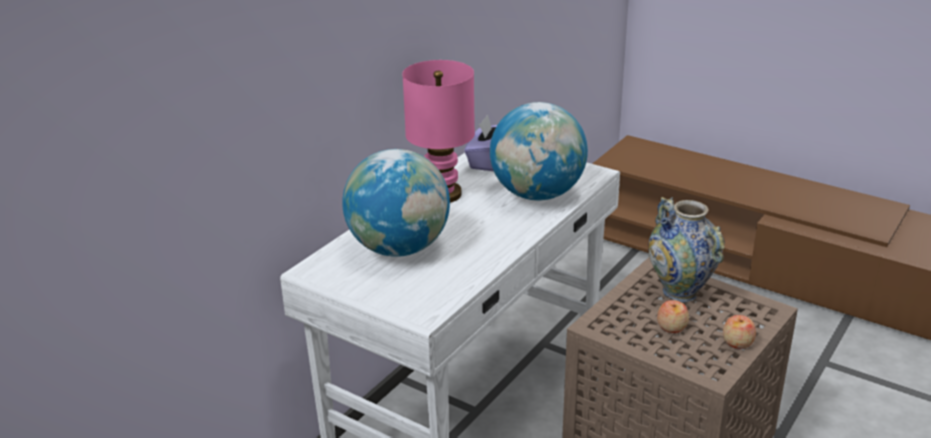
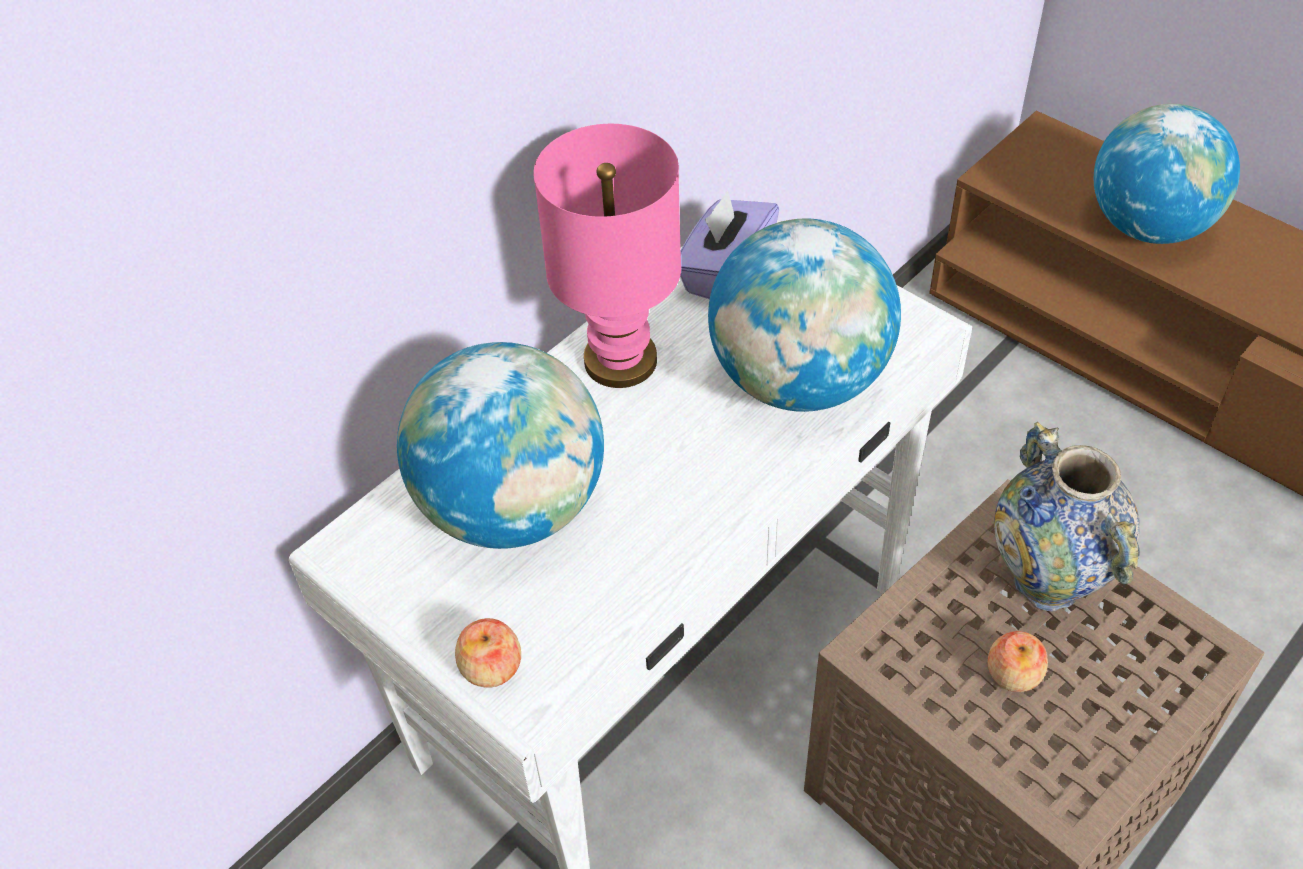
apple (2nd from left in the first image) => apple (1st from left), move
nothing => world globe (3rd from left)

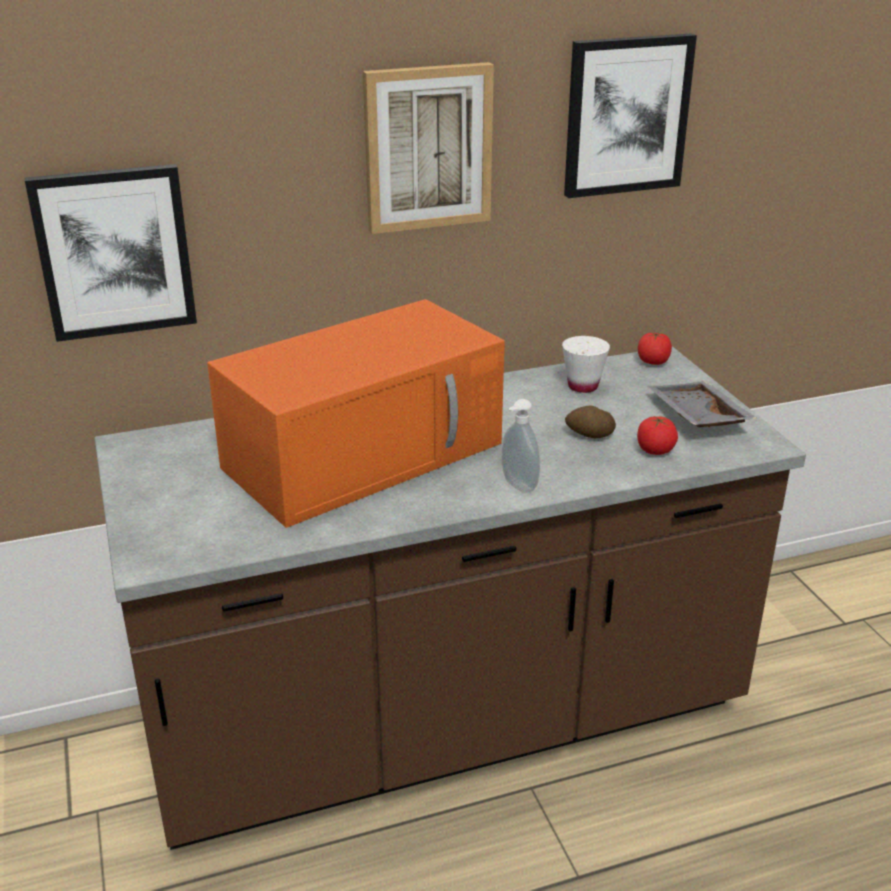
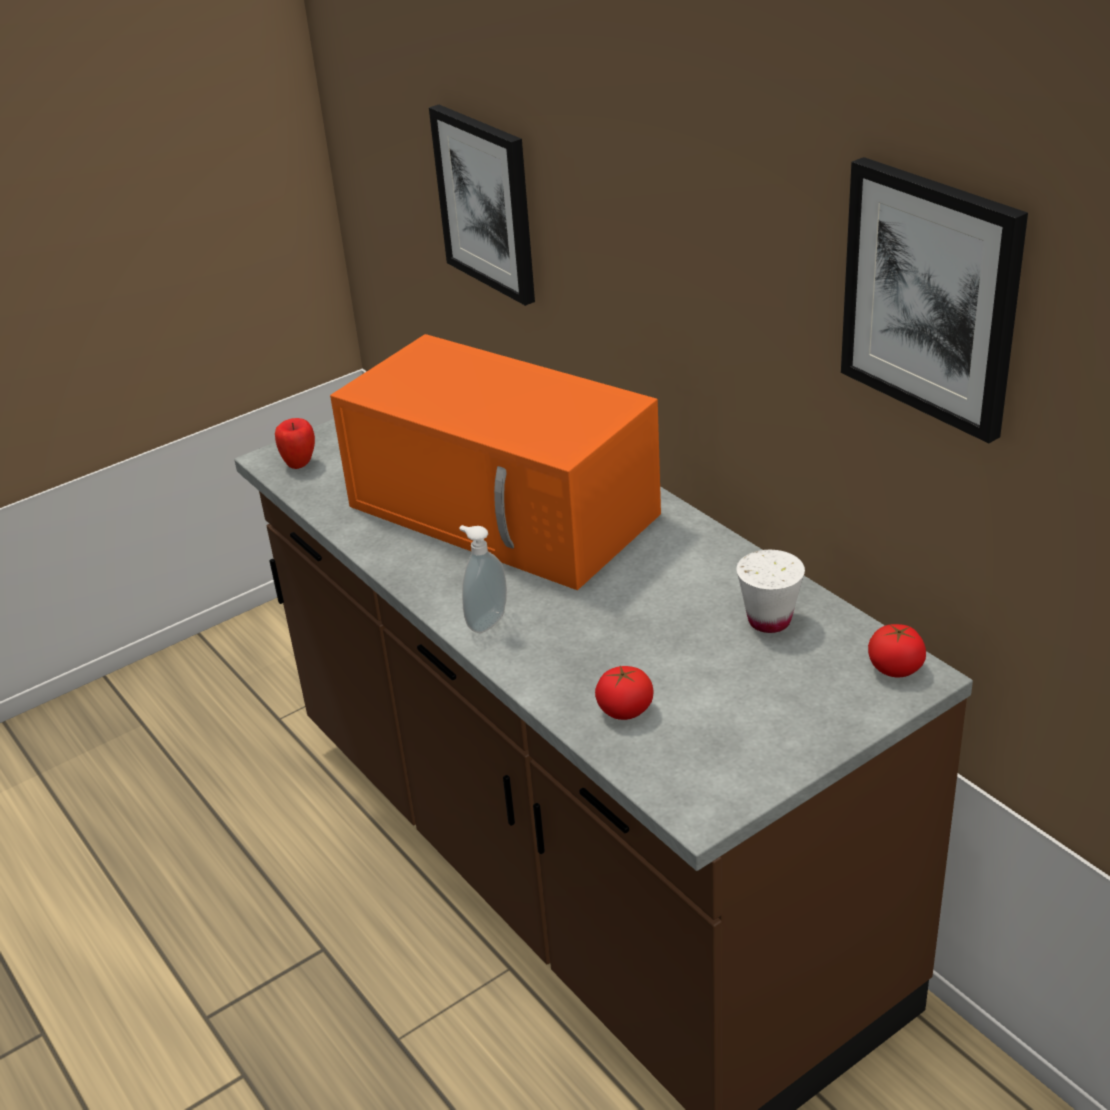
wall art (2nd from left) => nothing
whole potato => nothing
carrying tray in greyish => nothing
nothing => apple

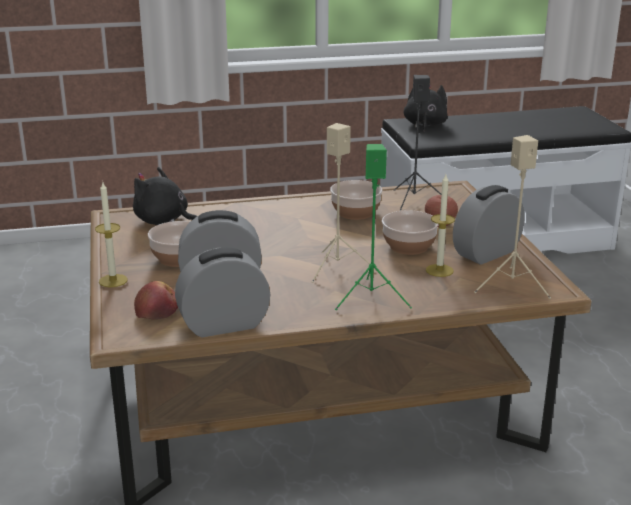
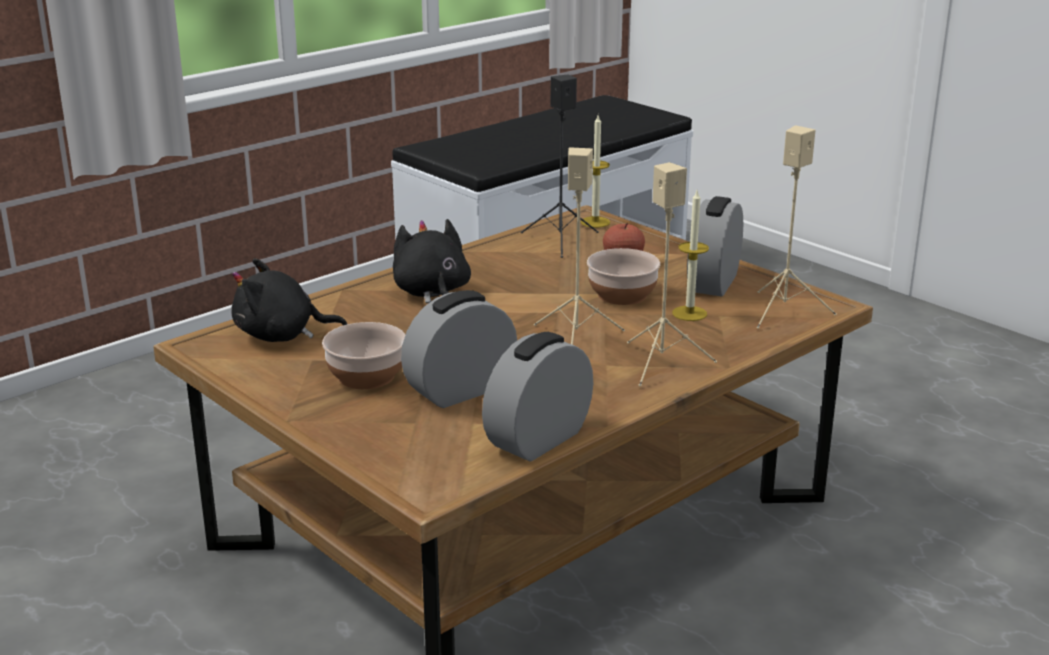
wax candle (1st from left), move
apple (1st from left) => nothing
deep dish (2nd from left) => nothing
loudspeaker in green => loudspeaker in beige (2nd from left)
plush toy in blackish (2nd from left), move

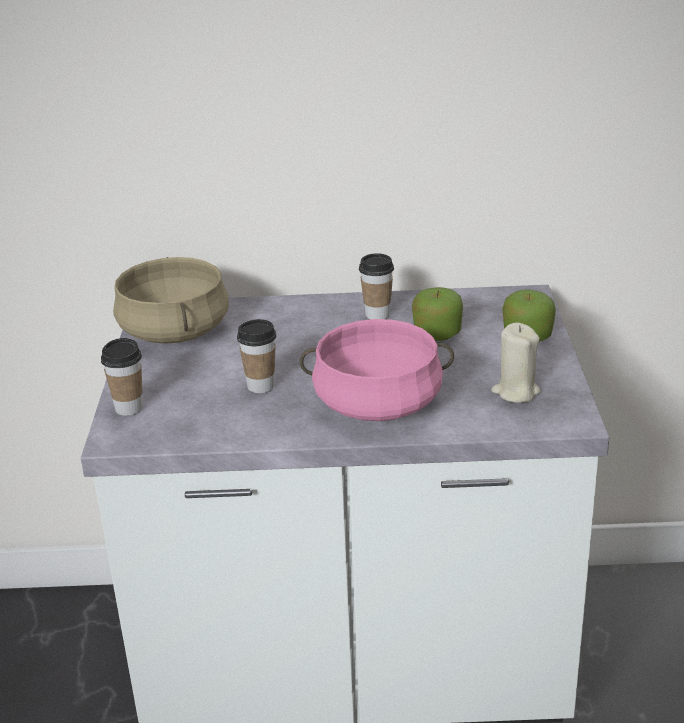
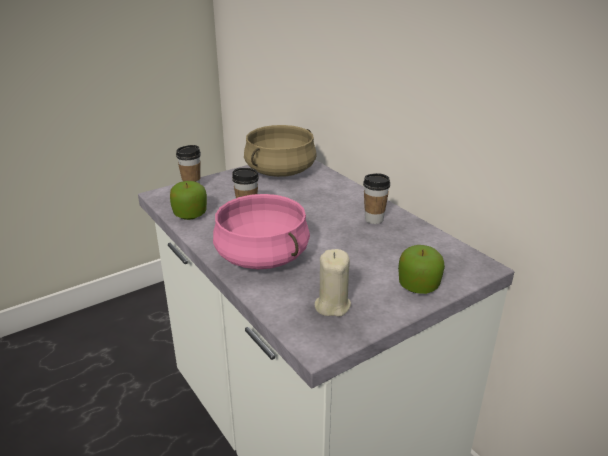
apple (1st from left), move

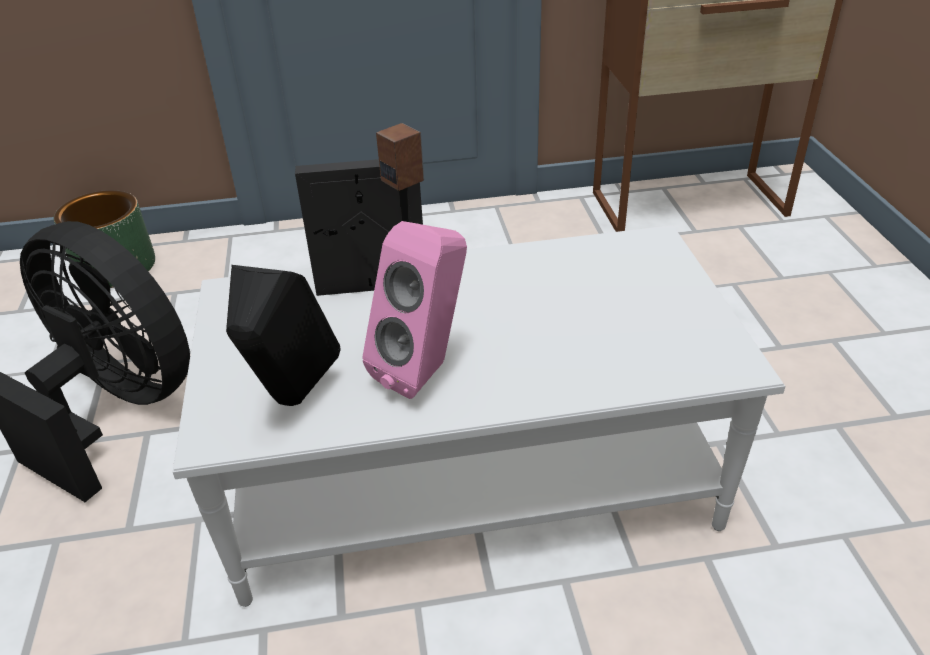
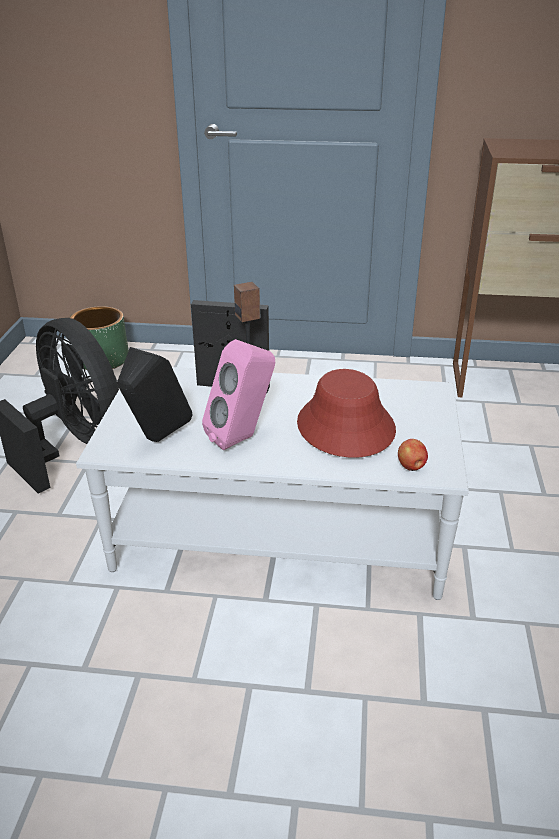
nothing => hat in red-coloured
nothing => apple

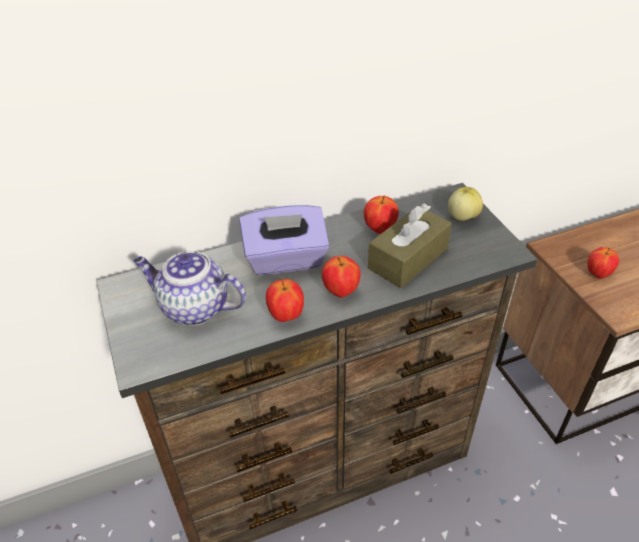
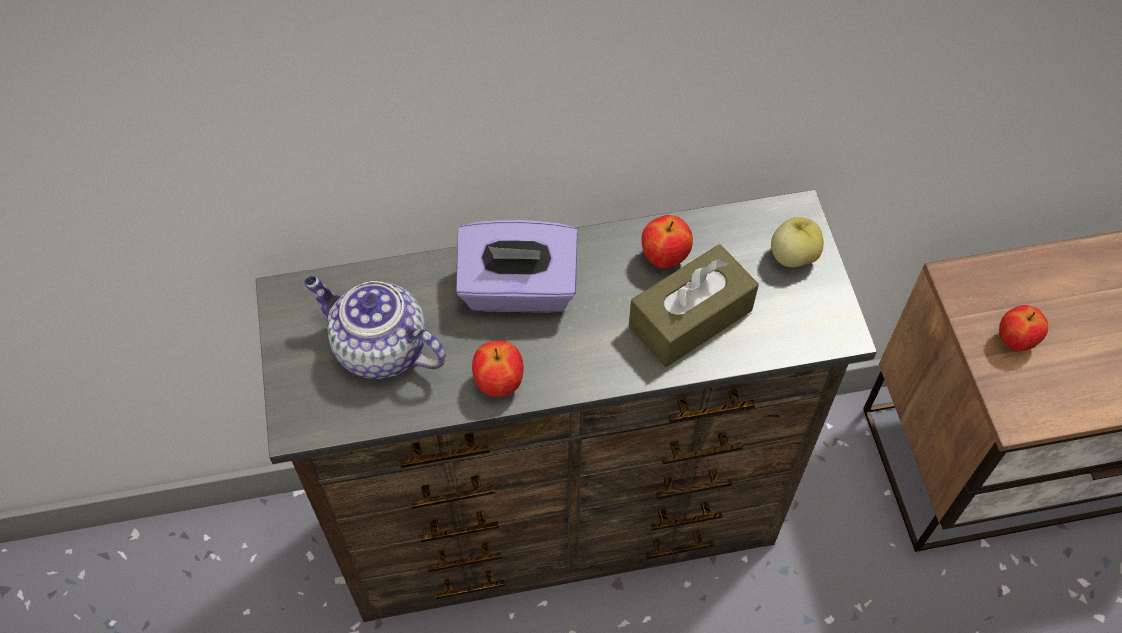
apple (2nd from left) => nothing

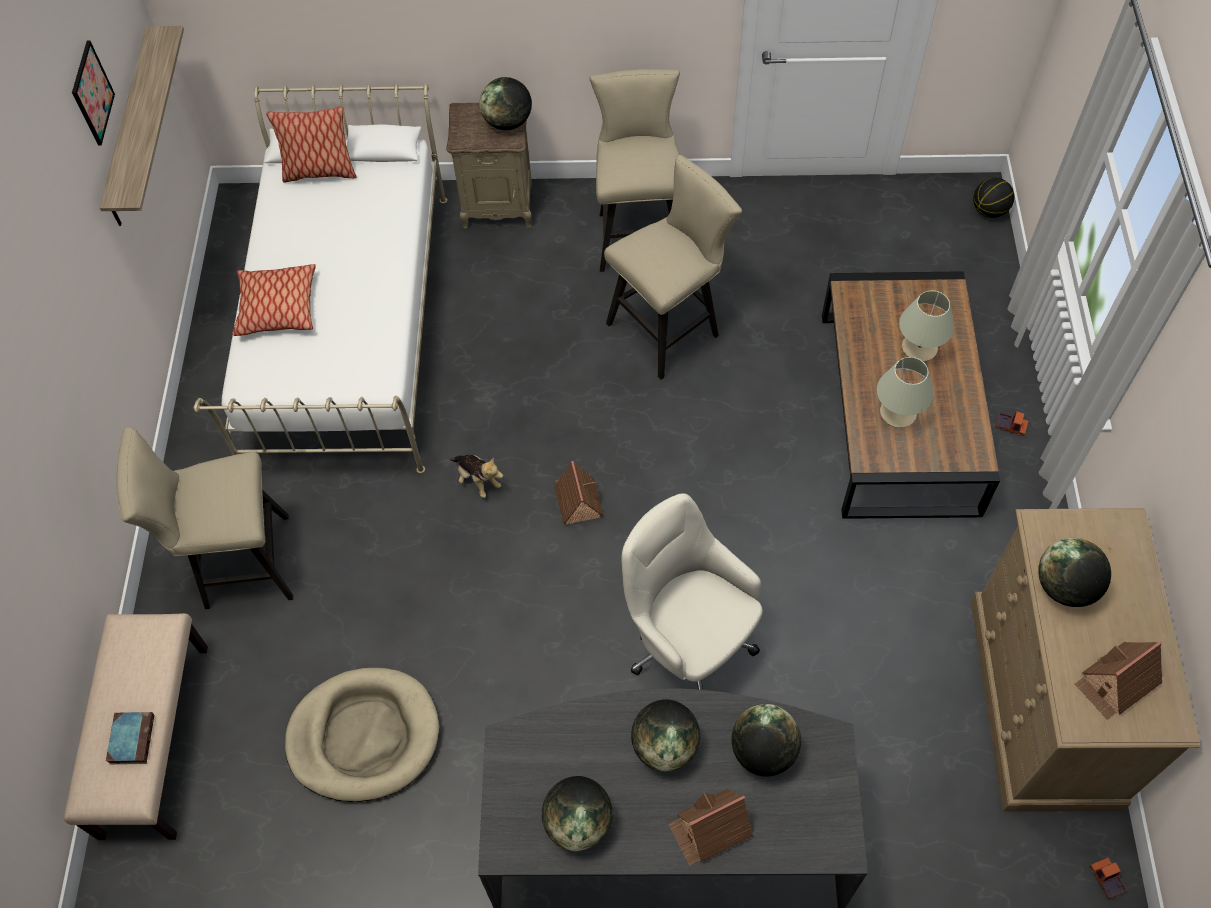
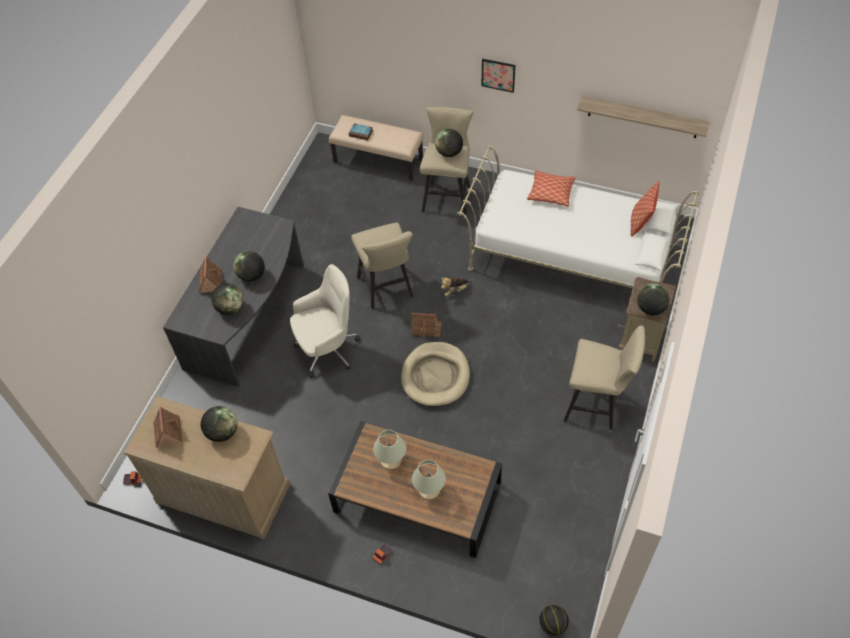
wall art, move
dog bed in beige, move
world globe (2nd from left in the first image) => world globe (4th from left), move
stool in beige (3rd from left in the first image) => stool in beige (1st from left), move

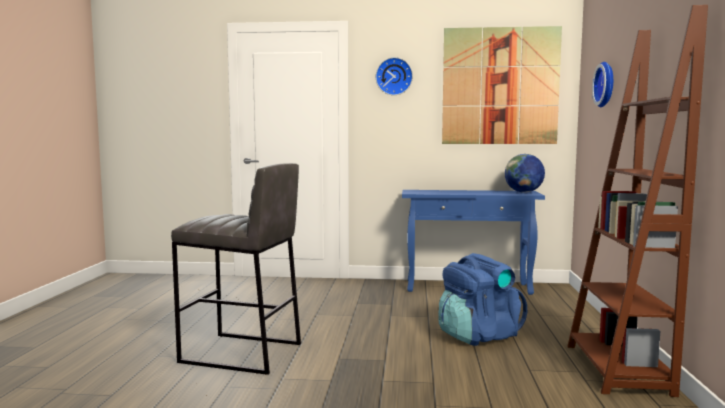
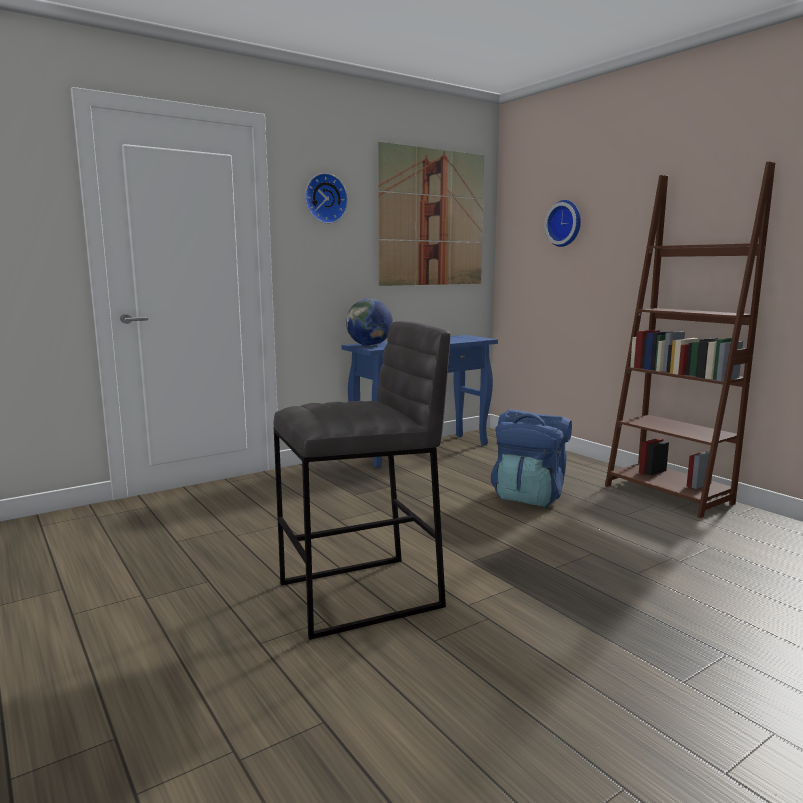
world globe, move

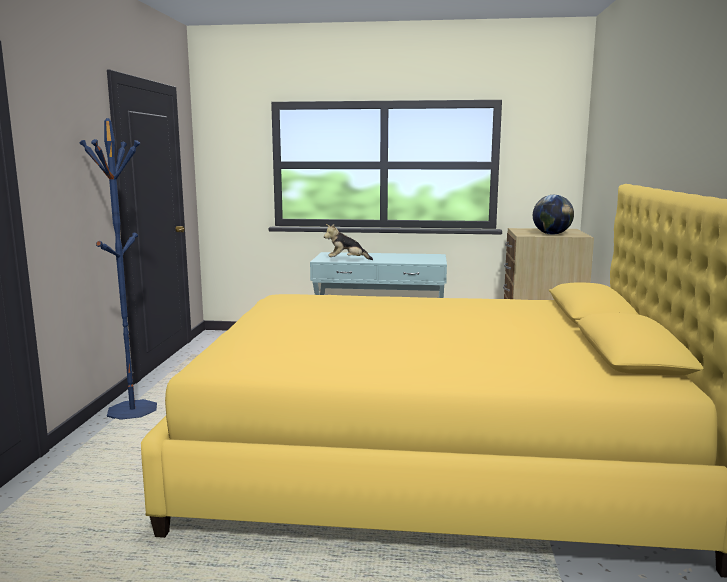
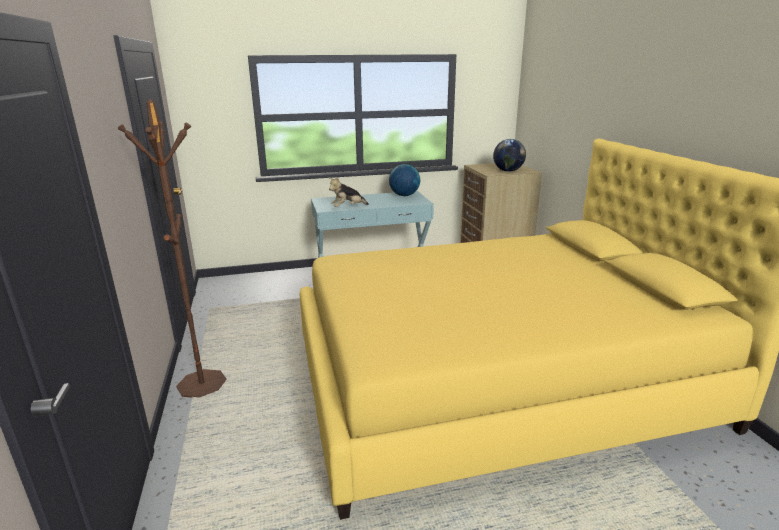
clothes rack in blue-coloured => clothes rack in brownish
nothing => world globe (1st from left)

